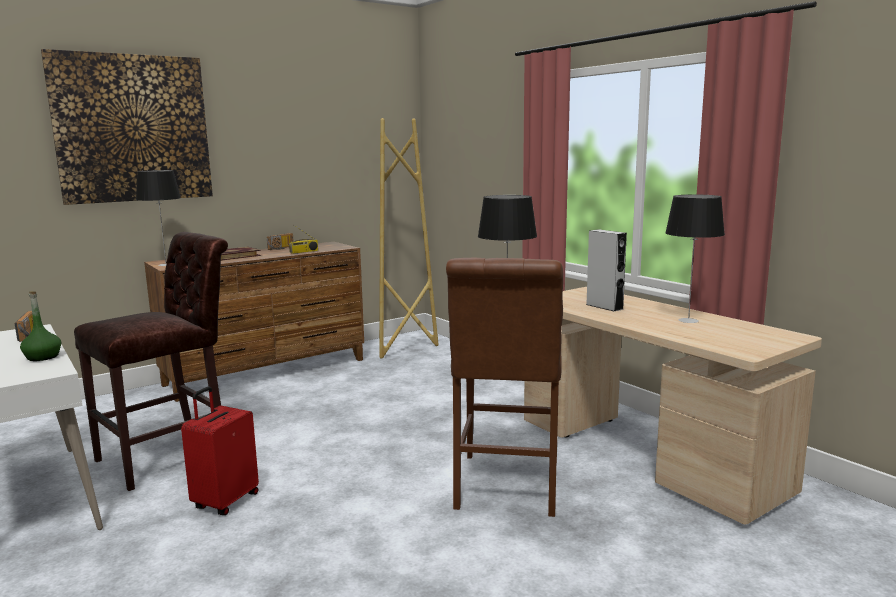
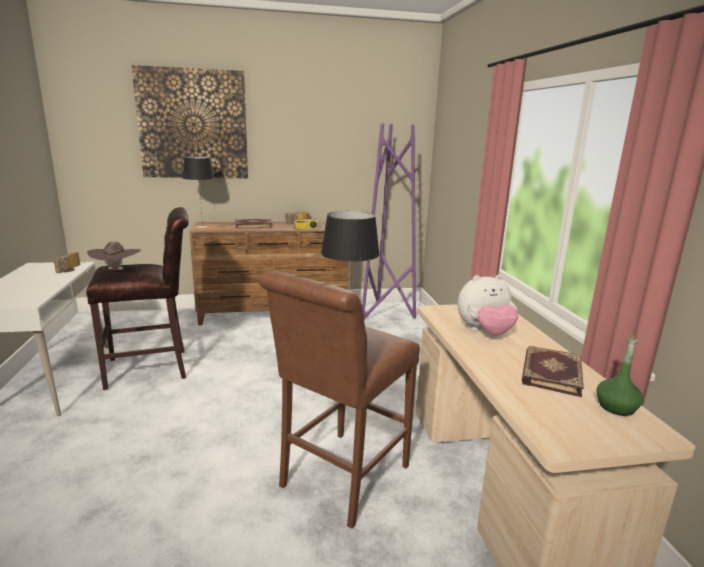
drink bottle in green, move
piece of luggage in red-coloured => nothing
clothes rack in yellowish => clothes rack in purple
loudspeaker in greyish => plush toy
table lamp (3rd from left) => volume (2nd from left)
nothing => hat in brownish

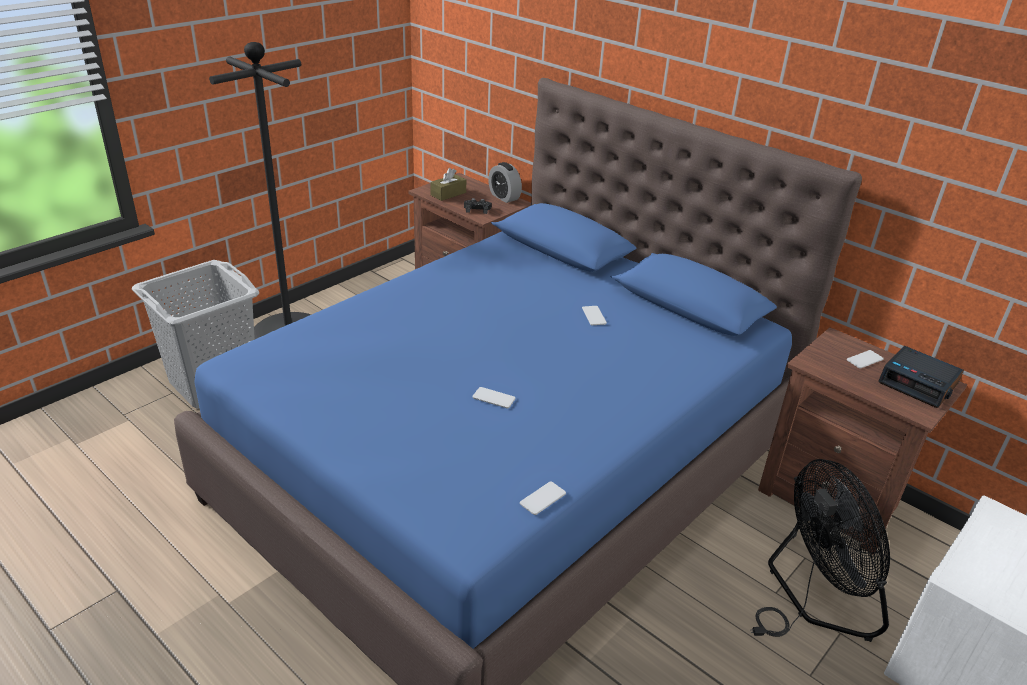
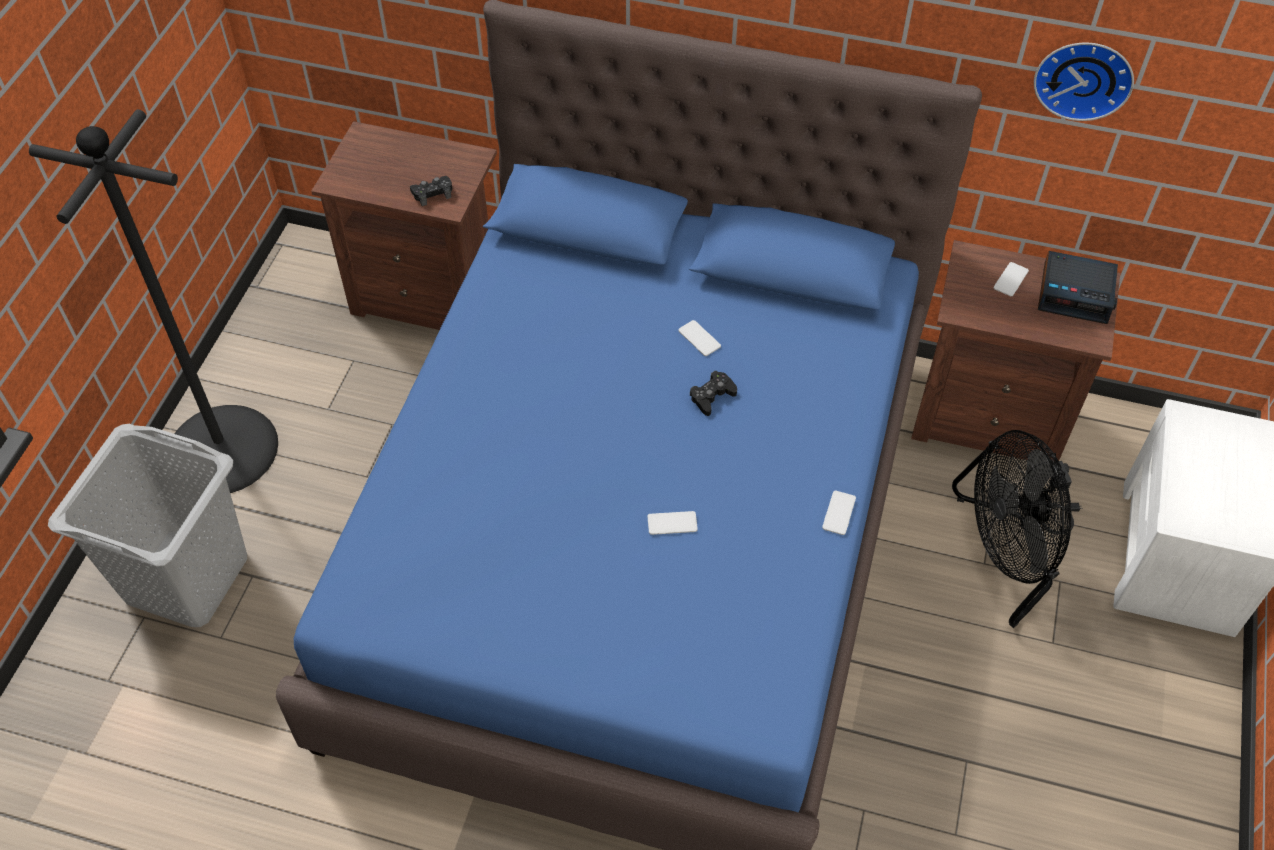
box of tissues in brownish => nothing
table clock (1st from left) => nothing
telephone (2nd from left in the first image) => telephone (3rd from left), move
electric fan in blackish, 150 degrees counterclockwise
nothing => game controller in blackish (2nd from left)
nothing => hanging clock

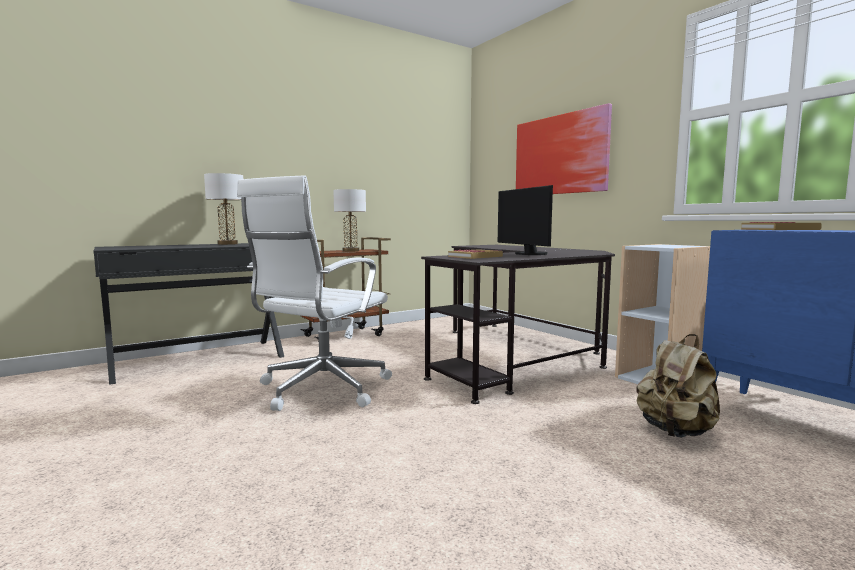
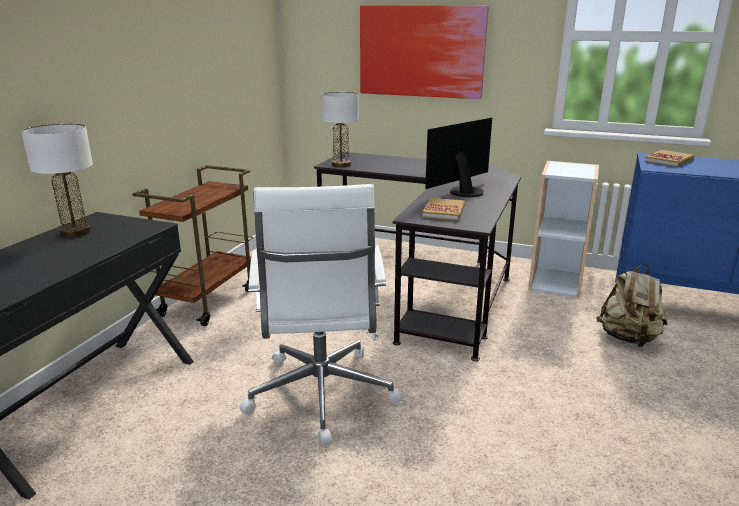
table lamp (2nd from left), move
computer display, 105 degrees clockwise

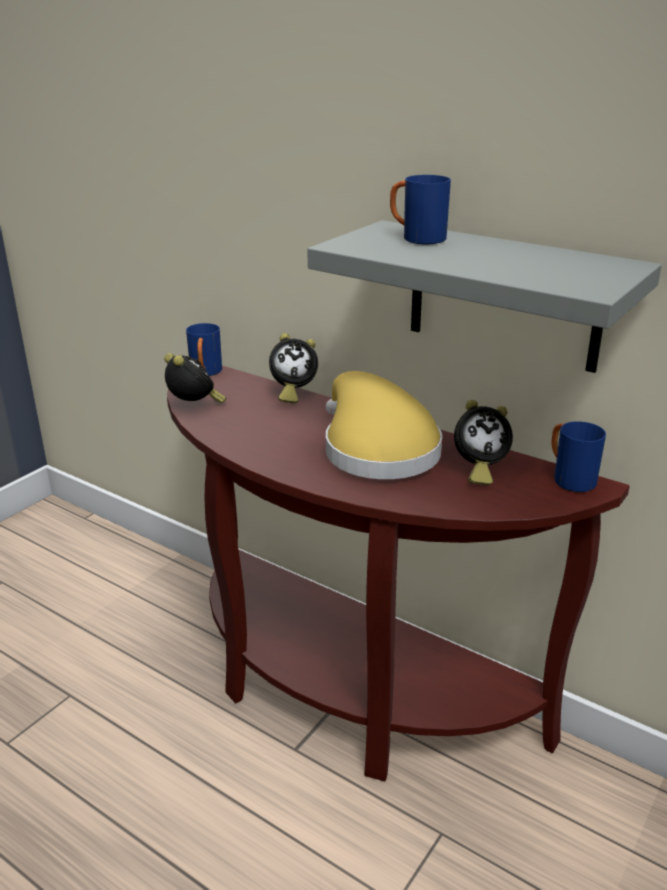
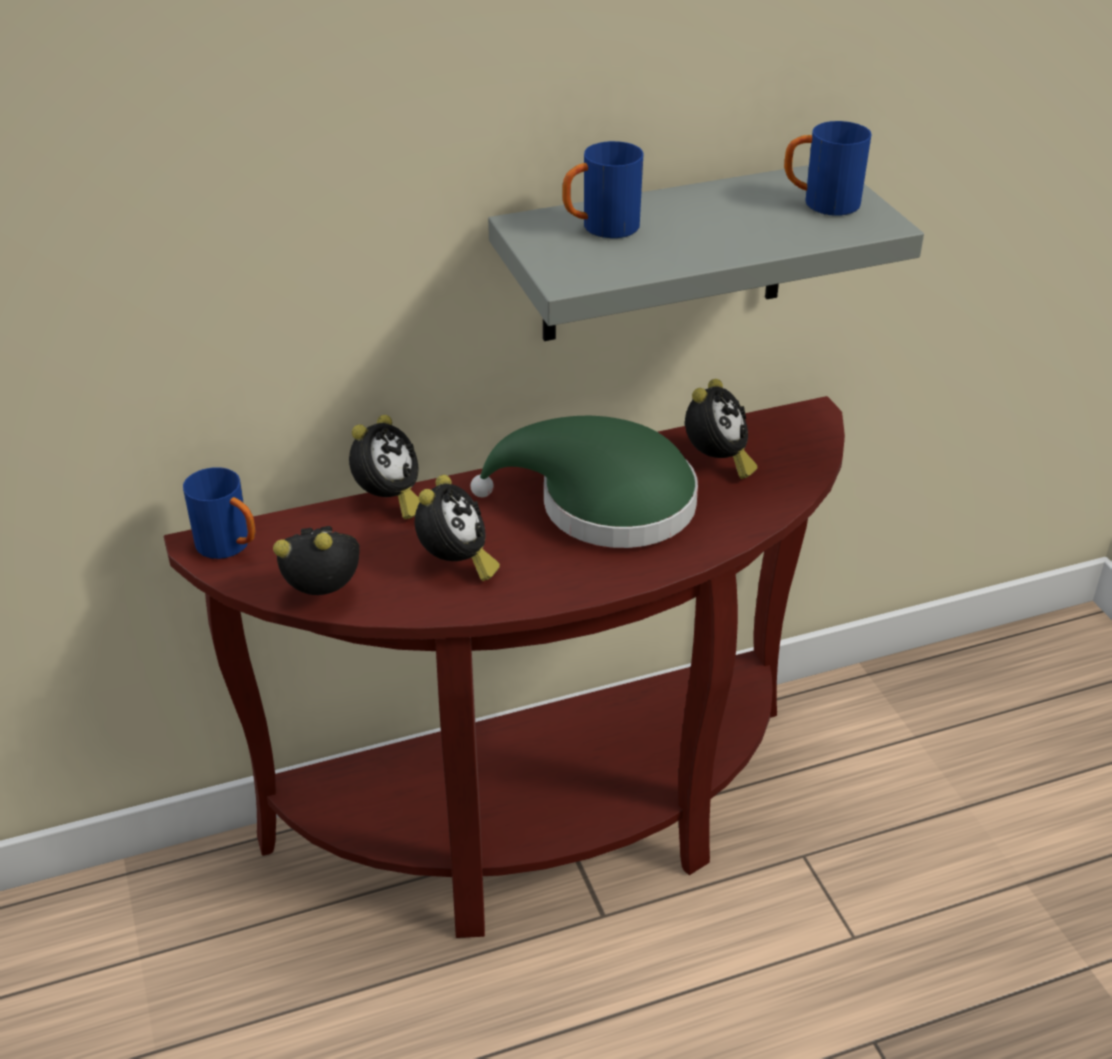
hat in yellowish => hat in green
coffee mug in blue-coloured (3rd from left), move
nothing => table clock (3rd from left)

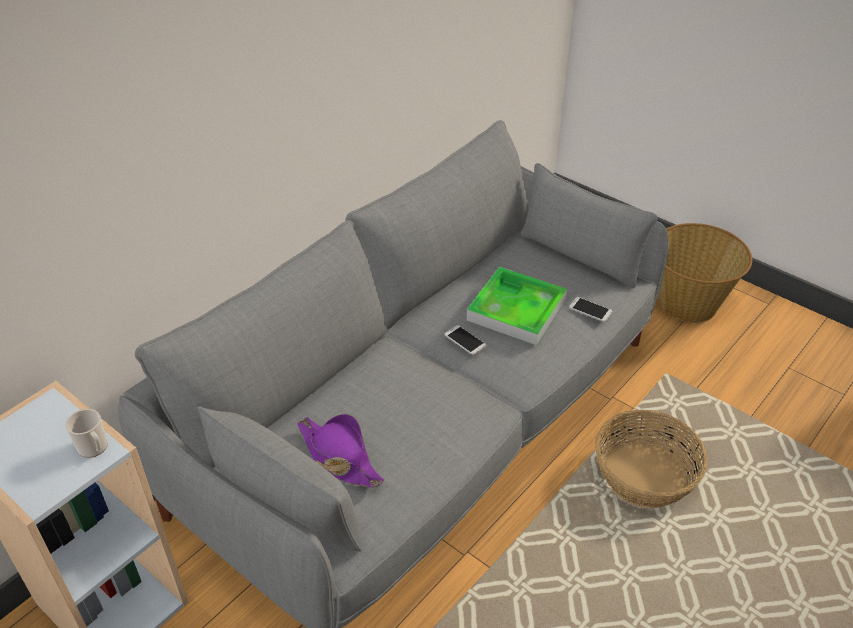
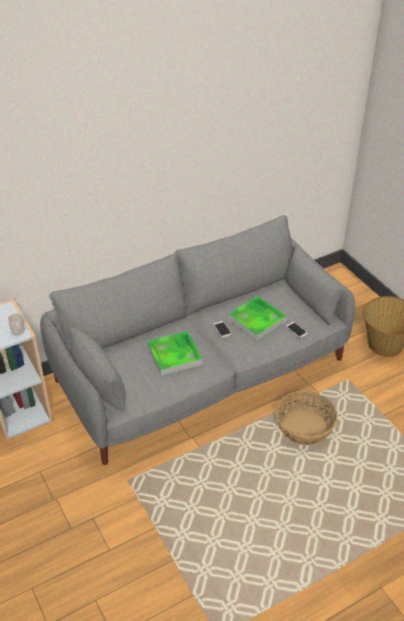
hat in purple => nothing
nothing => carrying tray (1st from left)

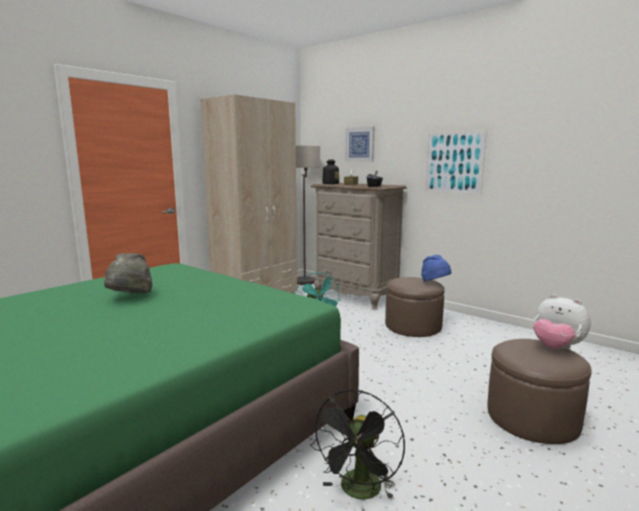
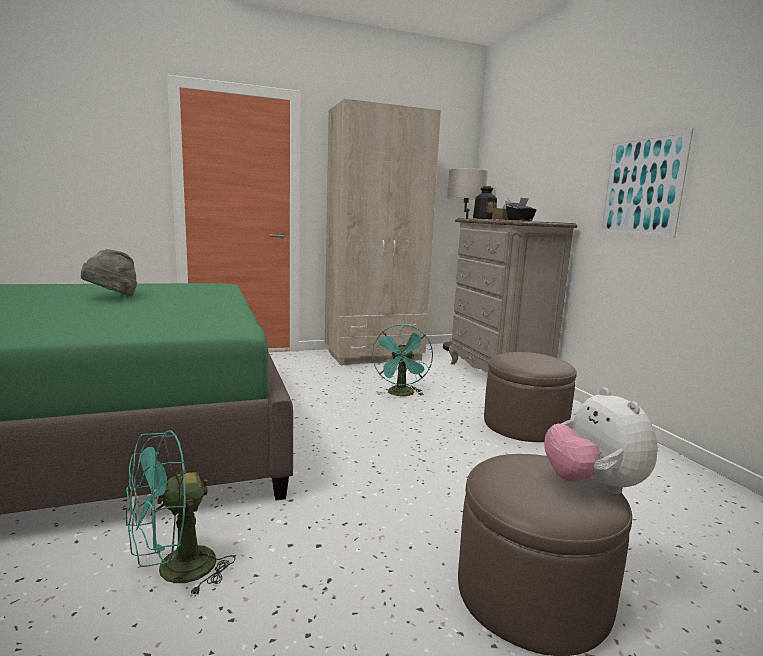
electric fan in blackish => electric fan in turquoise-coloured (1st from left)
wall art (1st from left) => nothing
hat in blue-coloured => nothing

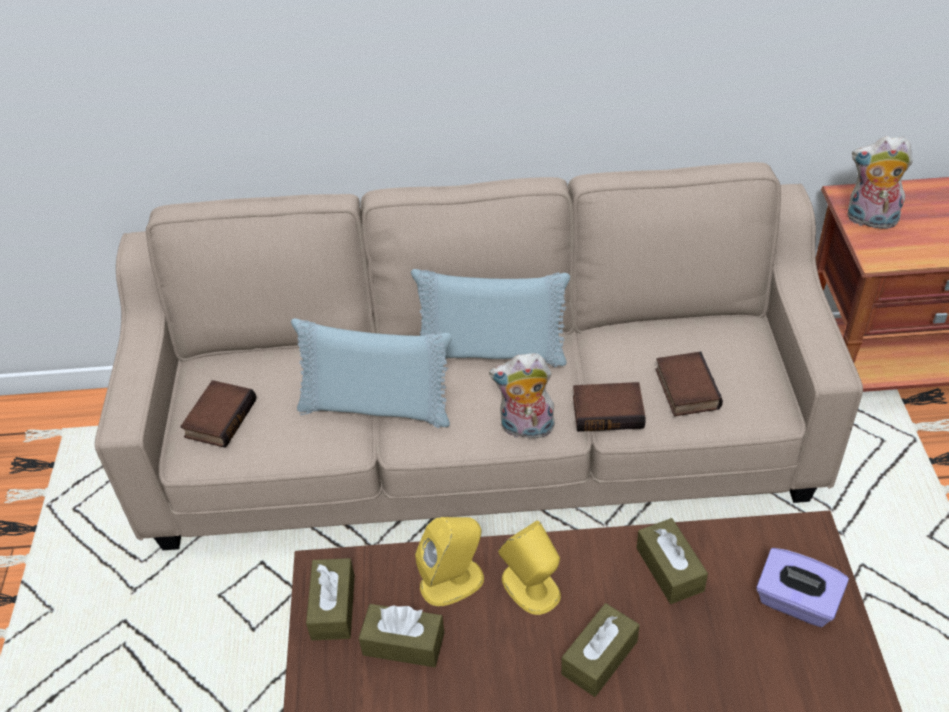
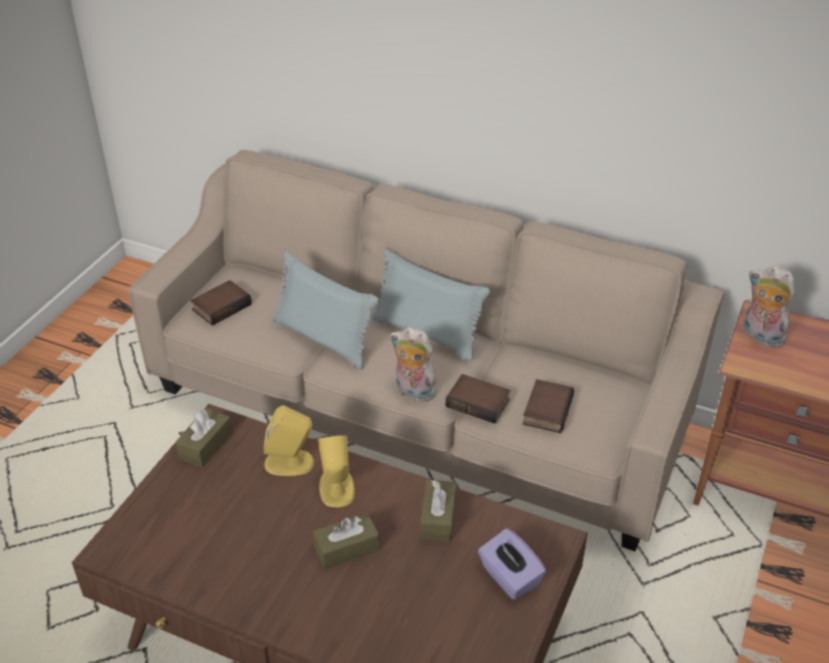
box of tissues in brownish (2nd from left) => nothing

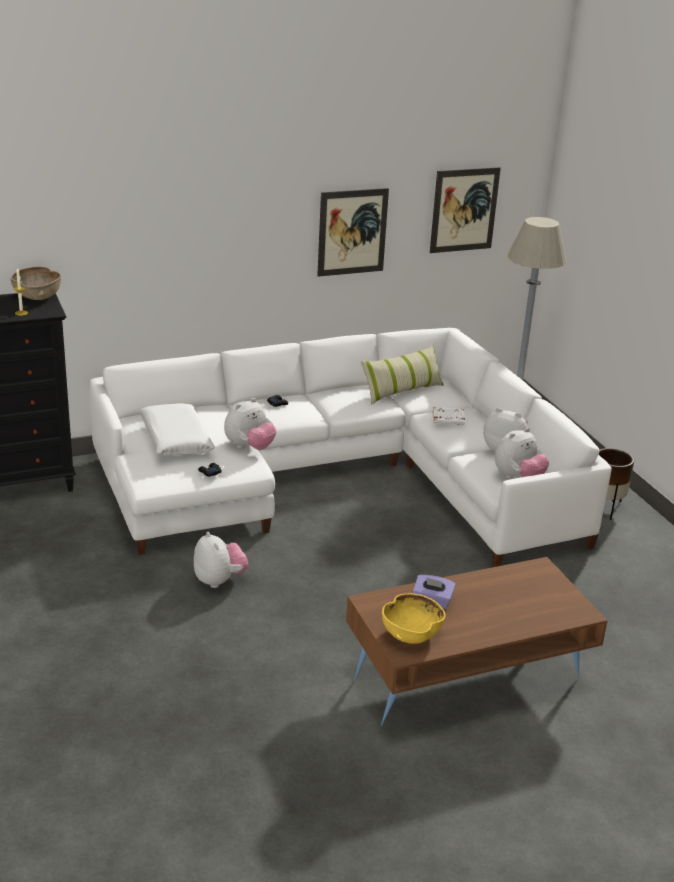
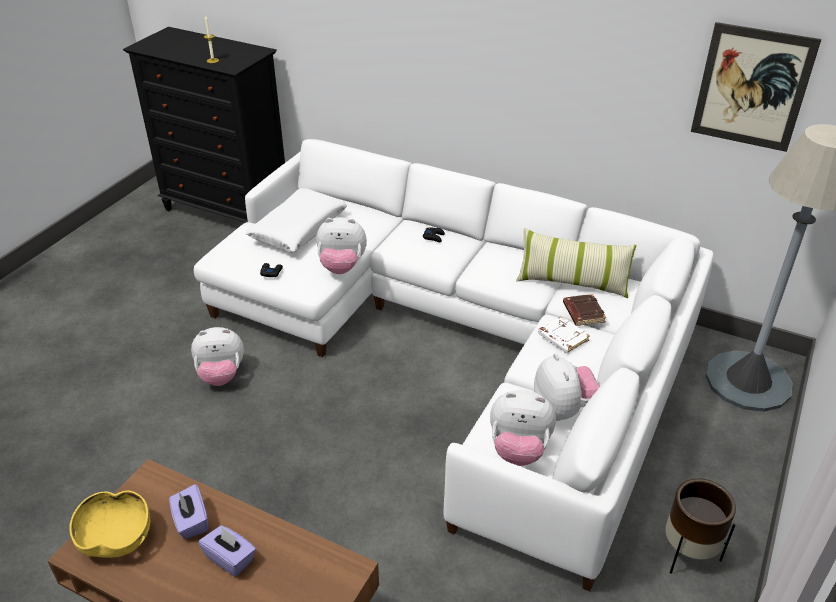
deep dish in brownish => nothing
plush toy (1st from left), 60 degrees clockwise
wall art (1st from left) => nothing
nothing => box of tissues in purple (2nd from left)
nothing => volume in brownish

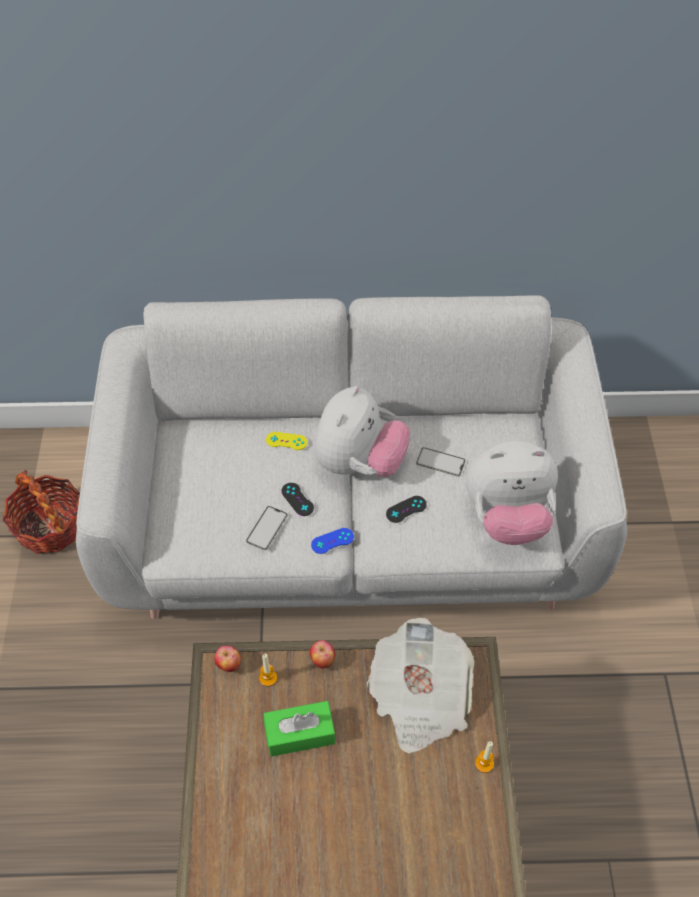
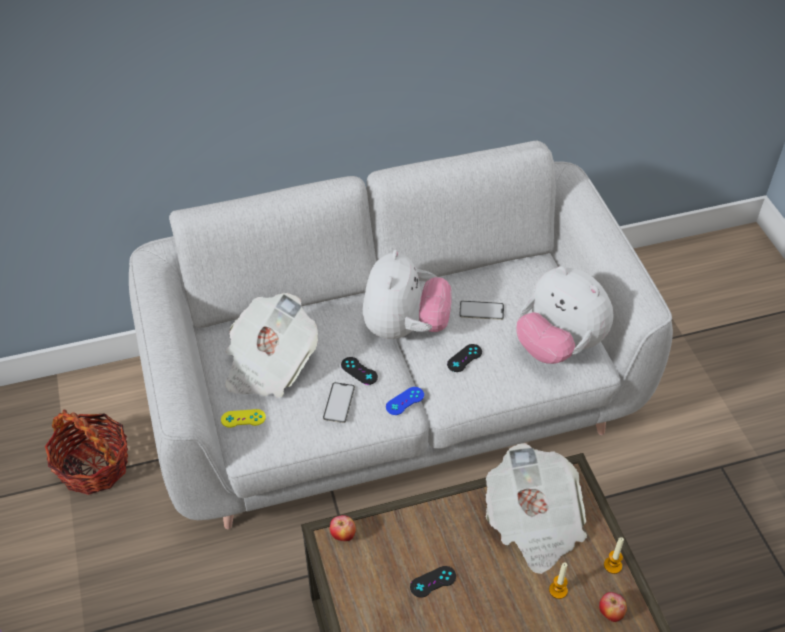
wax candle (1st from left), move
box of tissues in green => game controller in blackish (2nd from left)
game controller in yellowish, move
apple (2nd from left), move
plush toy (2nd from left), 60 degrees clockwise
nothing => daily paper (1st from left)

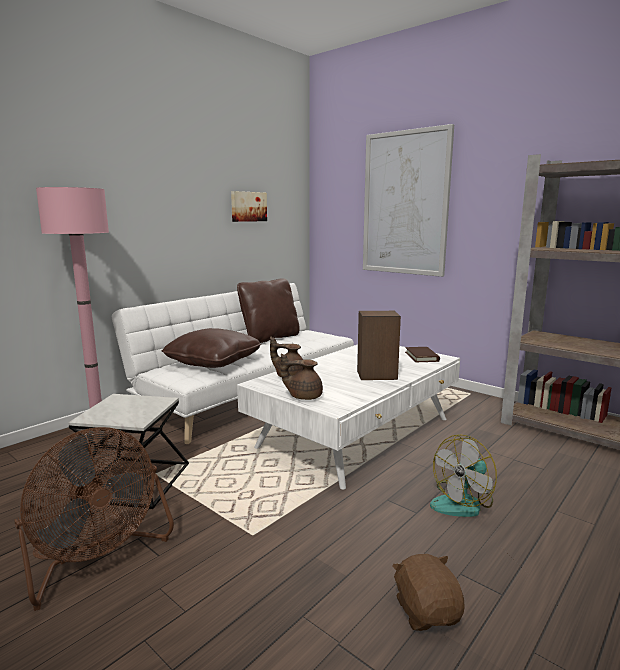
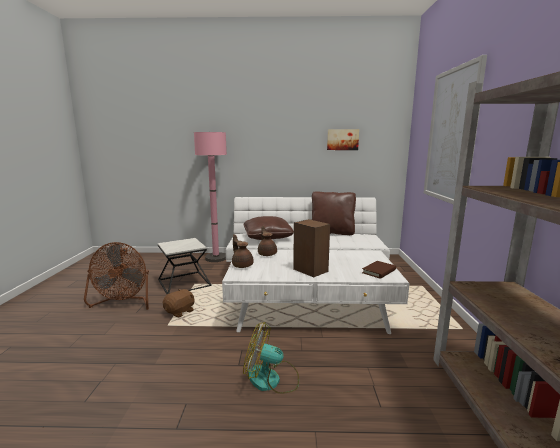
plush toy in brownish, move

